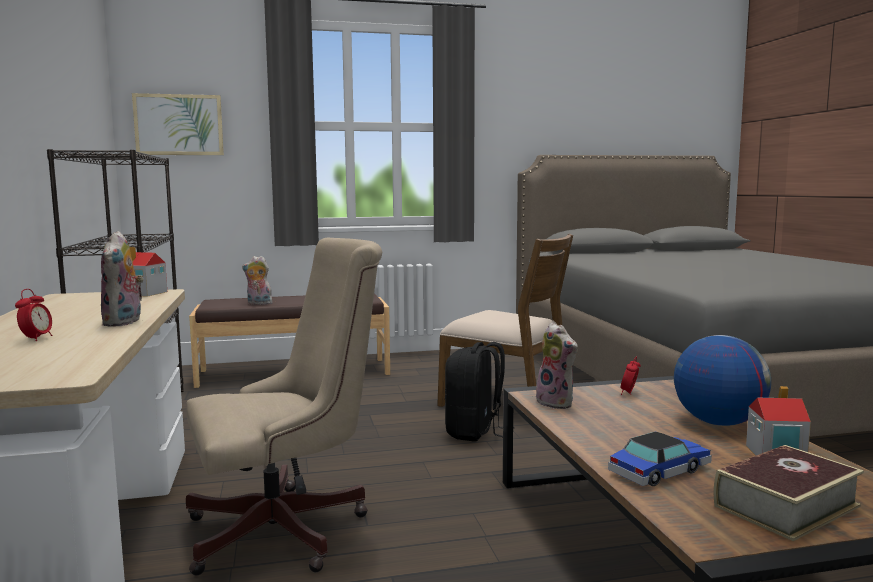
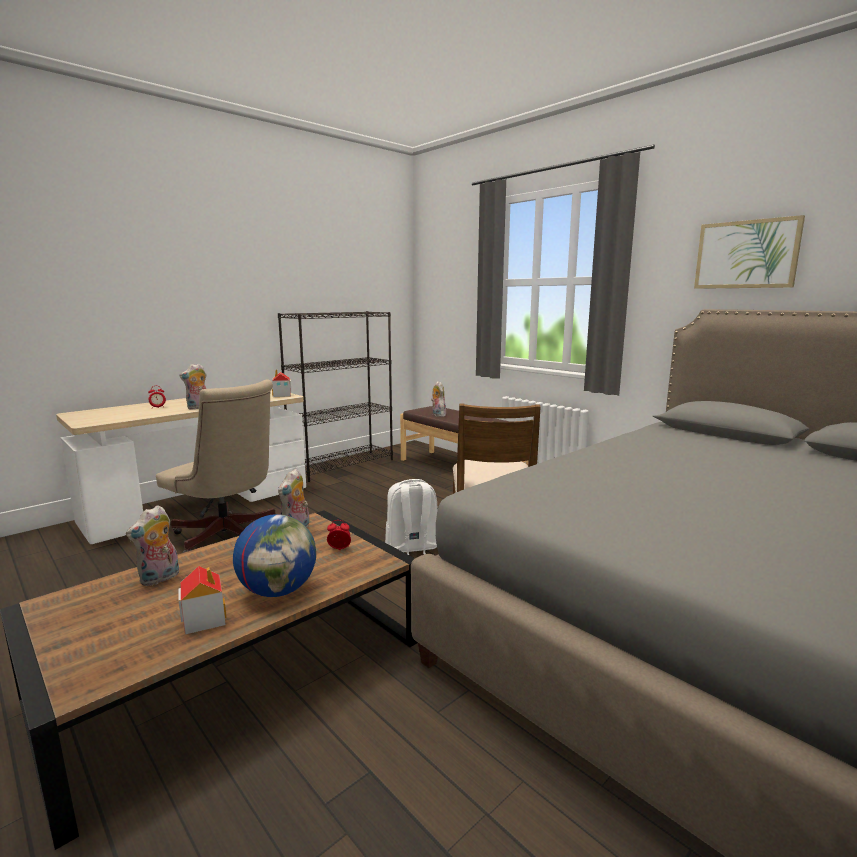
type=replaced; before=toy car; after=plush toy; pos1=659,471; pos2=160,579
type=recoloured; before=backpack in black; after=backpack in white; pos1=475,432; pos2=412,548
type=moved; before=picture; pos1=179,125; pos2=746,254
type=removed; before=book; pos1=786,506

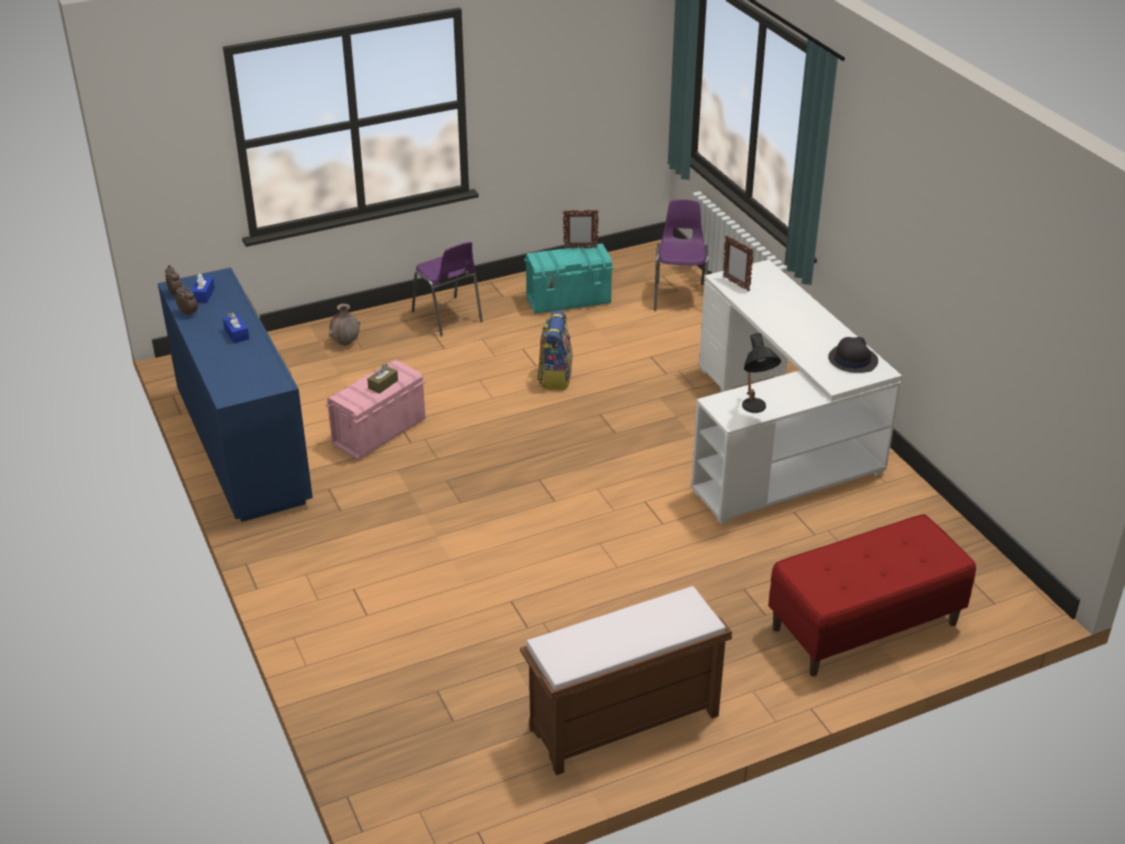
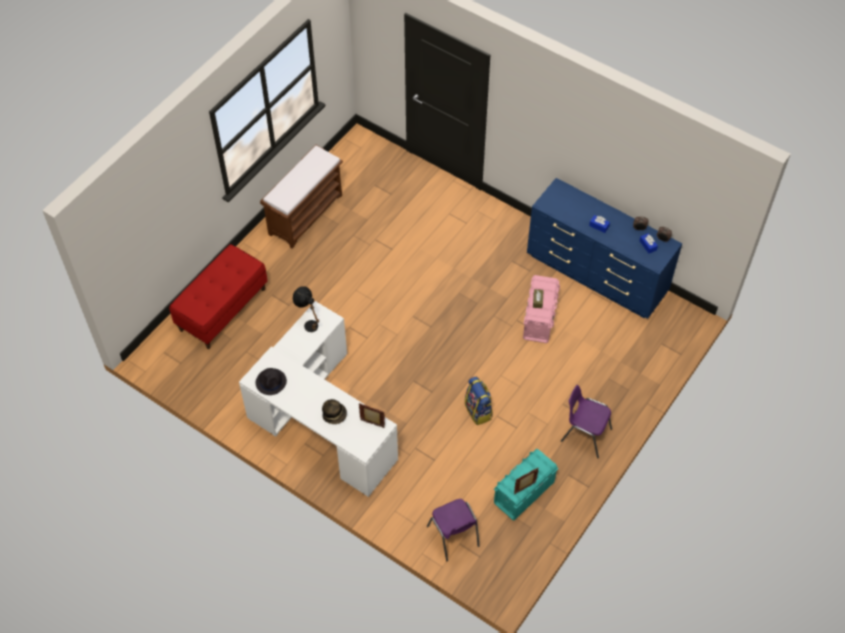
type=added; after=hat; pos2=335,415
type=removed; before=vase in brown; pos1=346,342

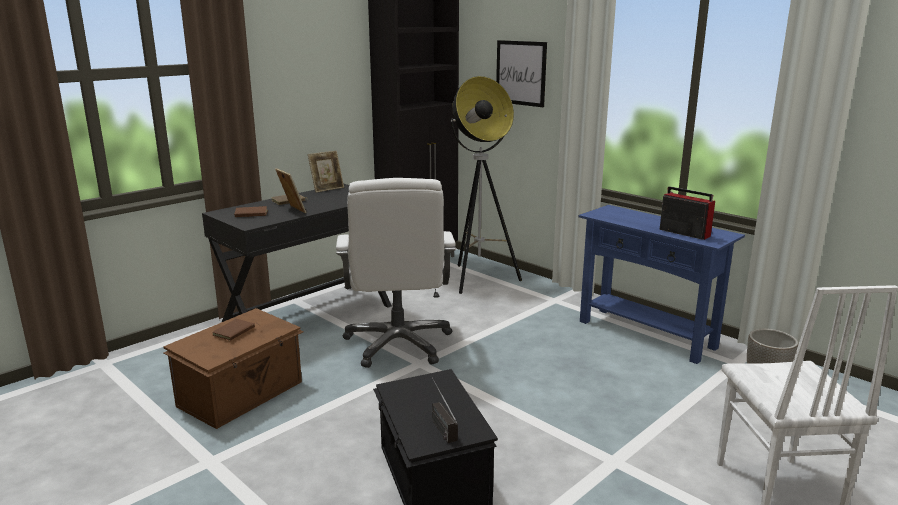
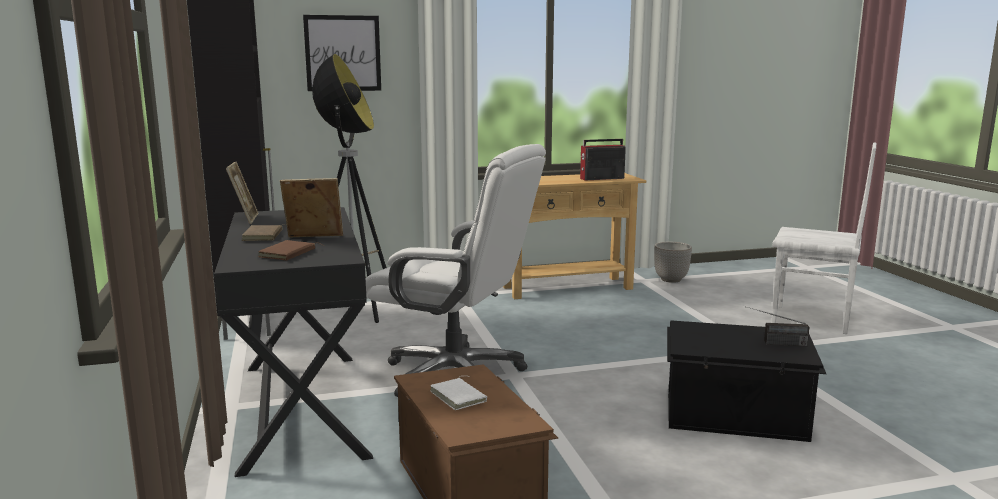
type=recoloured; before=book in brown; after=book in white; pos1=235,332; pos2=460,396
type=recoloured; before=console table in blue; after=console table in beige; pos1=646,334; pos2=567,288

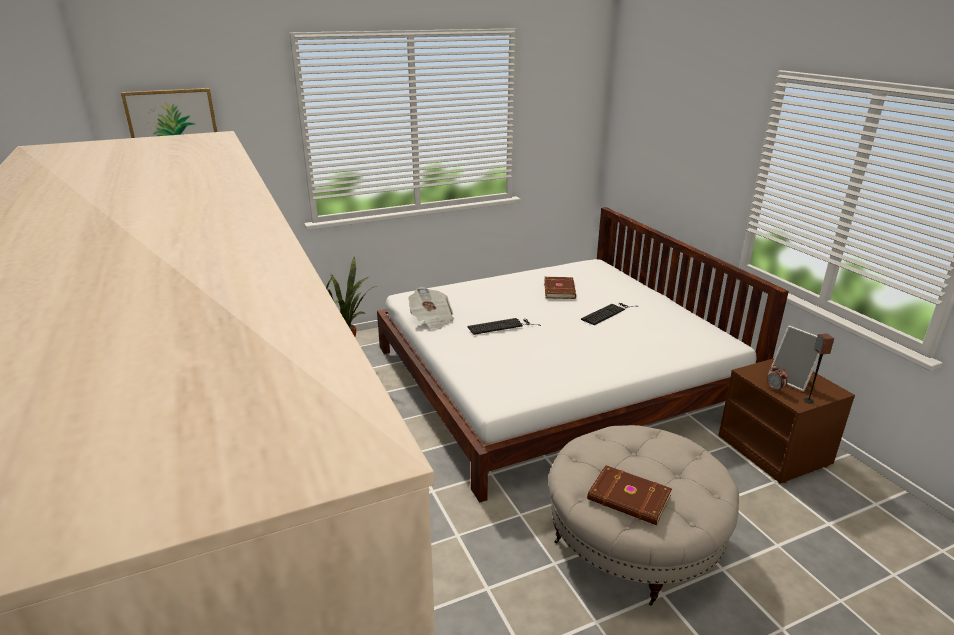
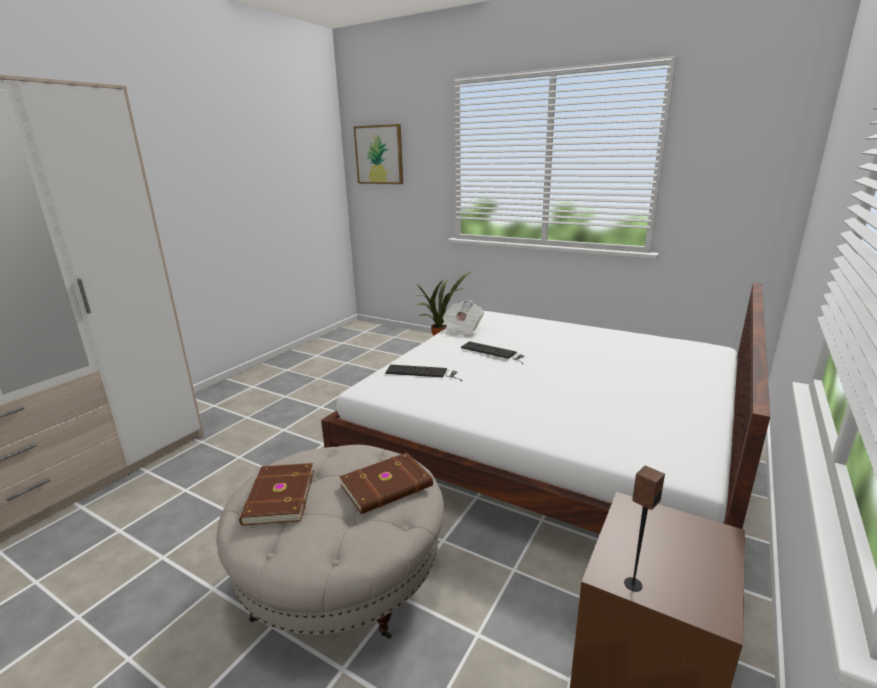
type=moved; before=book in brown; pos1=560,290; pos2=387,486
type=moved; before=keyboard; pos1=608,313; pos2=423,372
type=removed; before=alarm clock; pos1=774,388
type=removed; before=picture frame; pos1=792,380

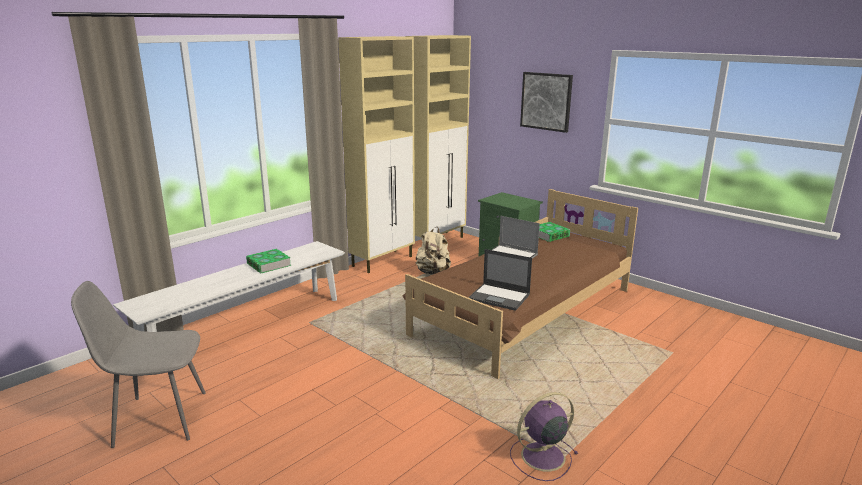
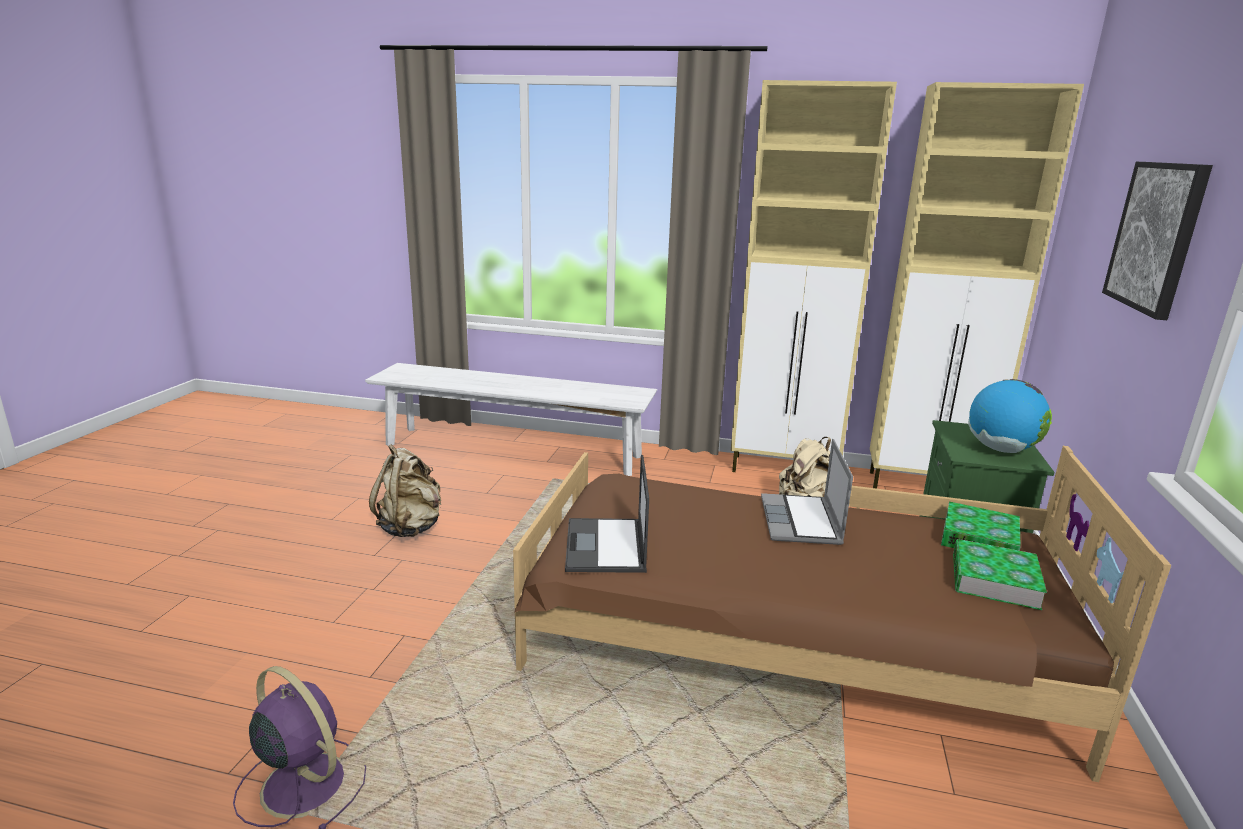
type=added; after=backpack in beige; pos2=411,527
type=moved; before=book; pos1=268,264; pos2=994,581
type=added; after=globe; pos2=1001,450
type=removed; before=chair in grey; pos1=158,418

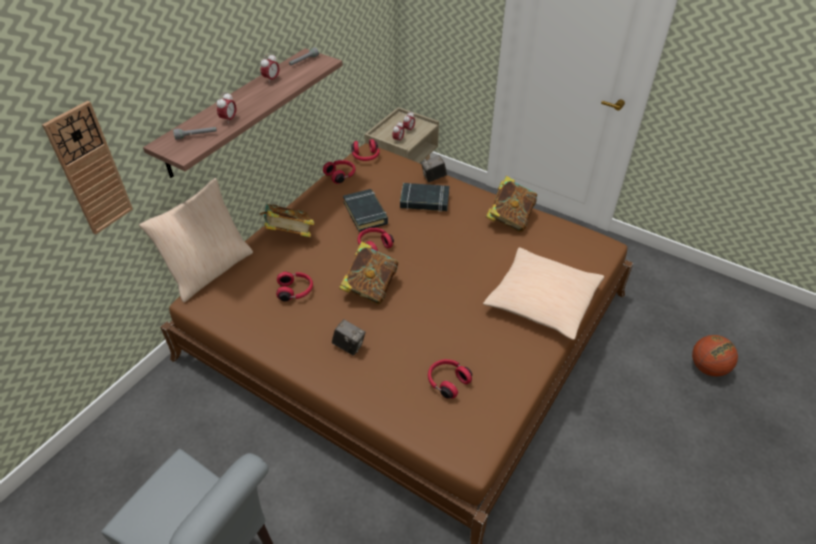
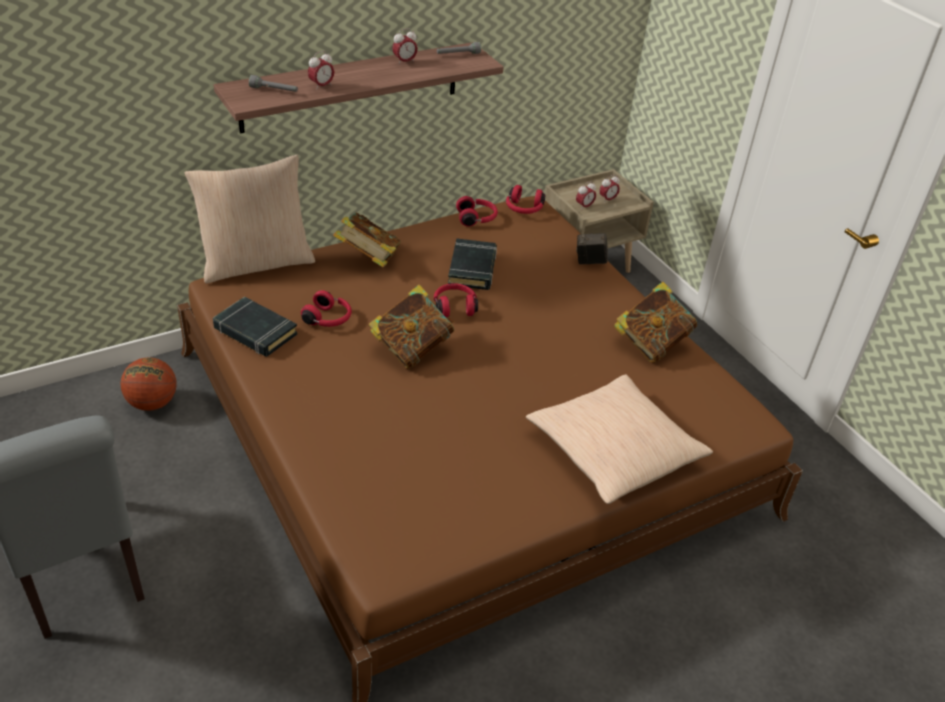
type=moved; before=basketball; pos1=707,367; pos2=152,403
type=moved; before=book in black; pos1=424,200; pos2=255,332
type=removed; before=wall clock; pos1=90,170
type=removed; before=photo camera; pos1=349,346
type=removed; before=headphones in red; pos1=447,381

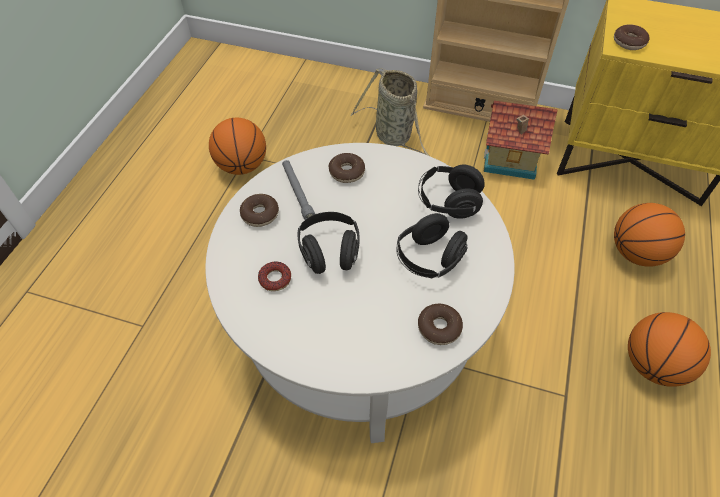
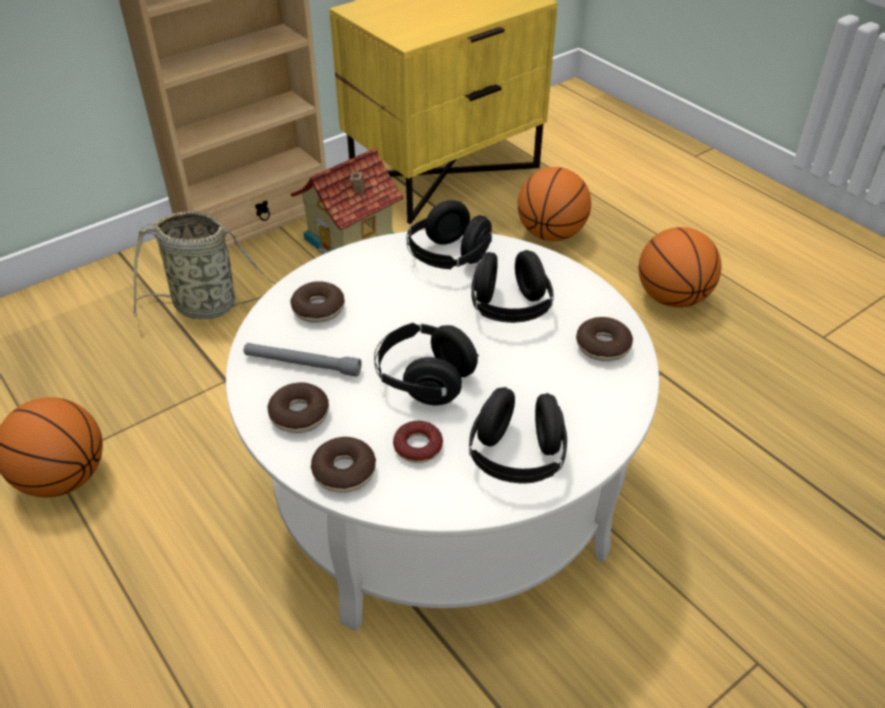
type=moved; before=donut; pos1=629,42; pos2=344,471
type=added; after=headphones in black; pos2=517,458

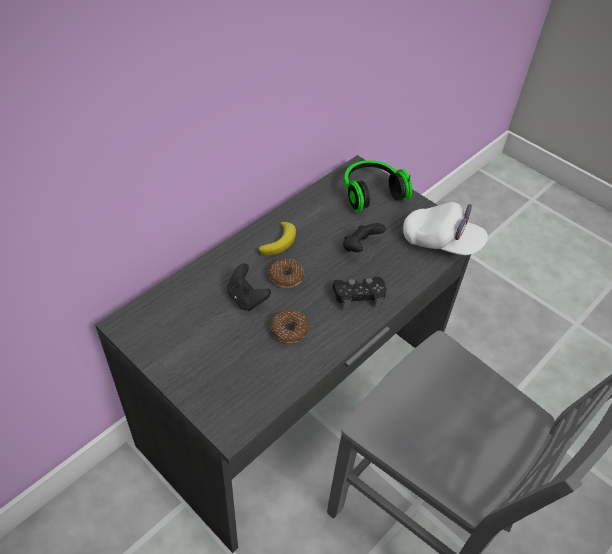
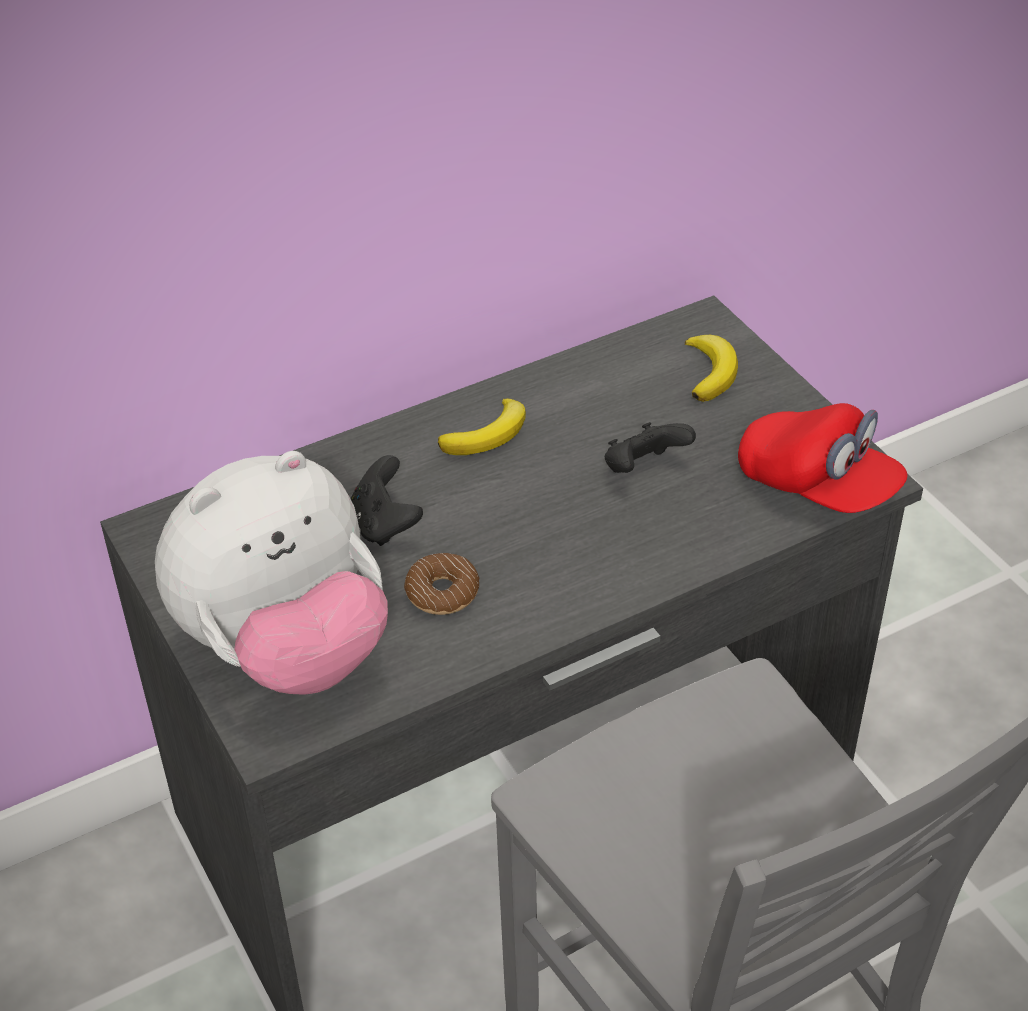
type=added; after=plush toy; pos2=286,649
type=replaced; before=headphones; after=banana; pos1=371,193; pos2=710,372
type=recoloured; before=cap in white; after=cap in red; pos1=441,242; pos2=817,485
type=removed; before=donut; pos1=286,277
type=removed; before=game controller in black; pos1=359,296

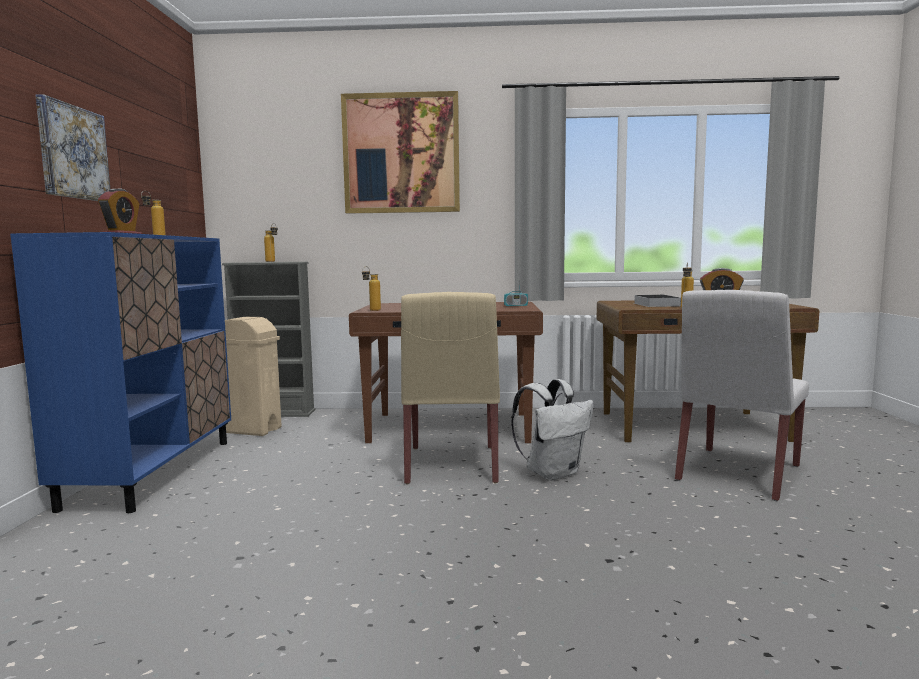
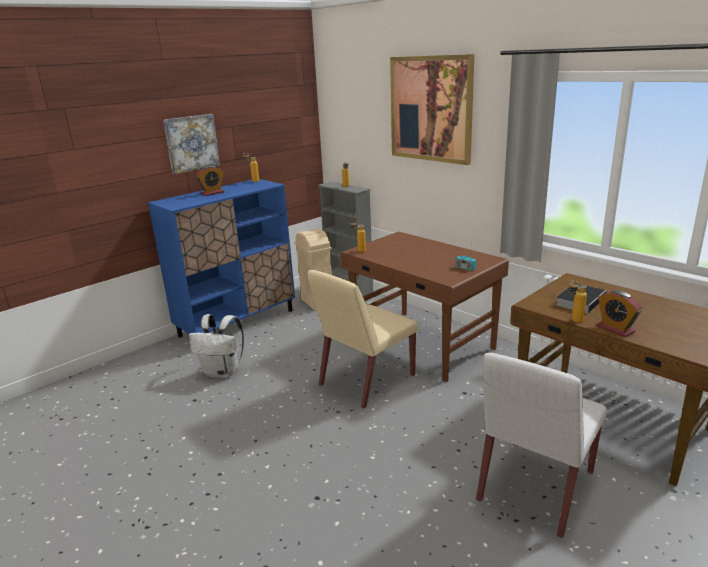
type=moved; before=backpack in white; pos1=553,473; pos2=223,372
type=turned; before=chair in white; pos1=738,473; pos2=535,487; turn=-45

